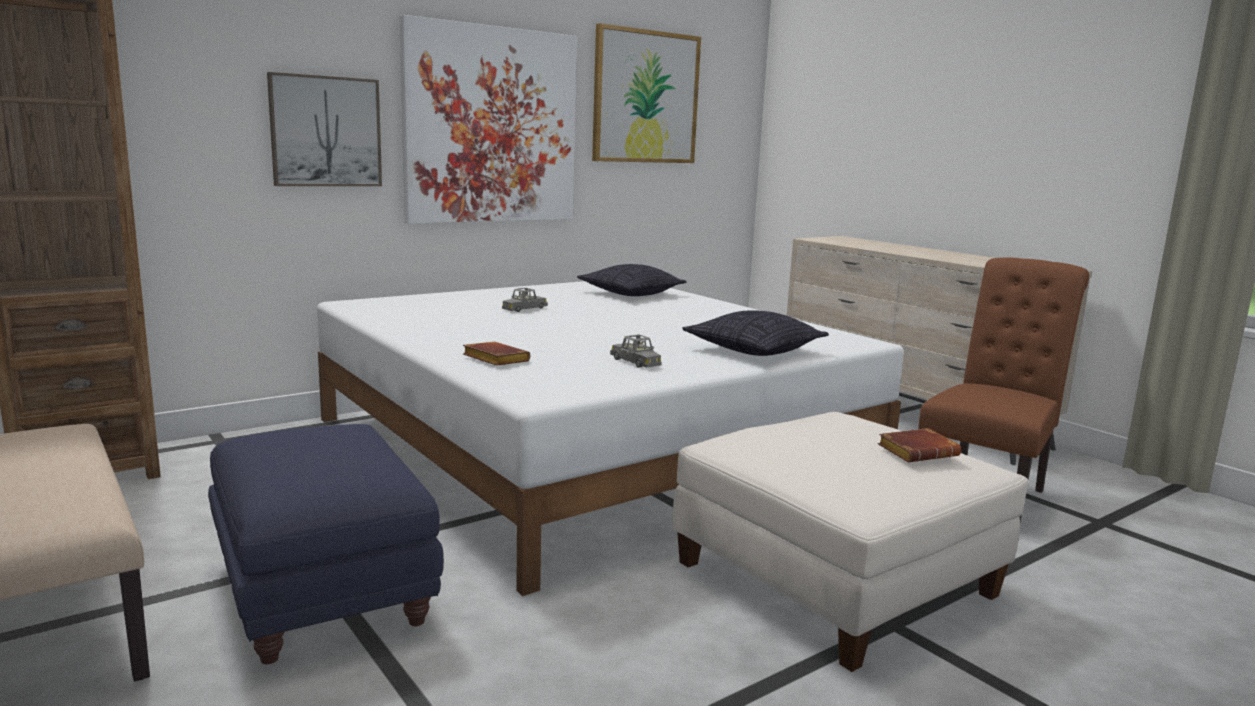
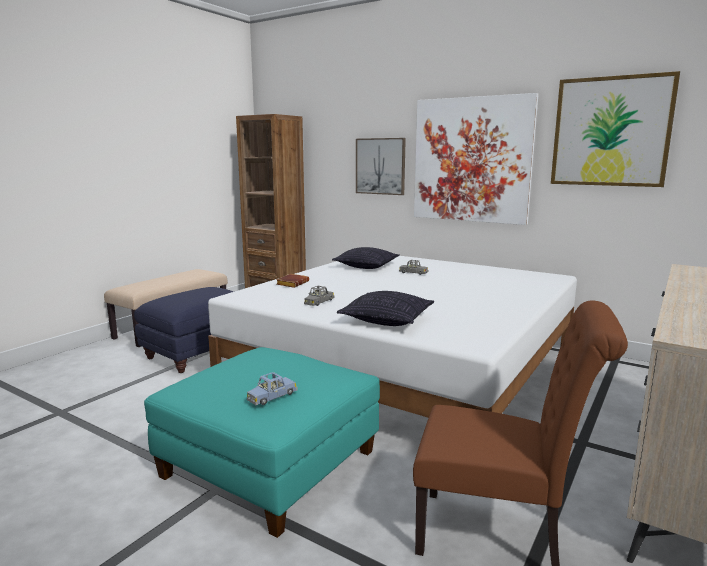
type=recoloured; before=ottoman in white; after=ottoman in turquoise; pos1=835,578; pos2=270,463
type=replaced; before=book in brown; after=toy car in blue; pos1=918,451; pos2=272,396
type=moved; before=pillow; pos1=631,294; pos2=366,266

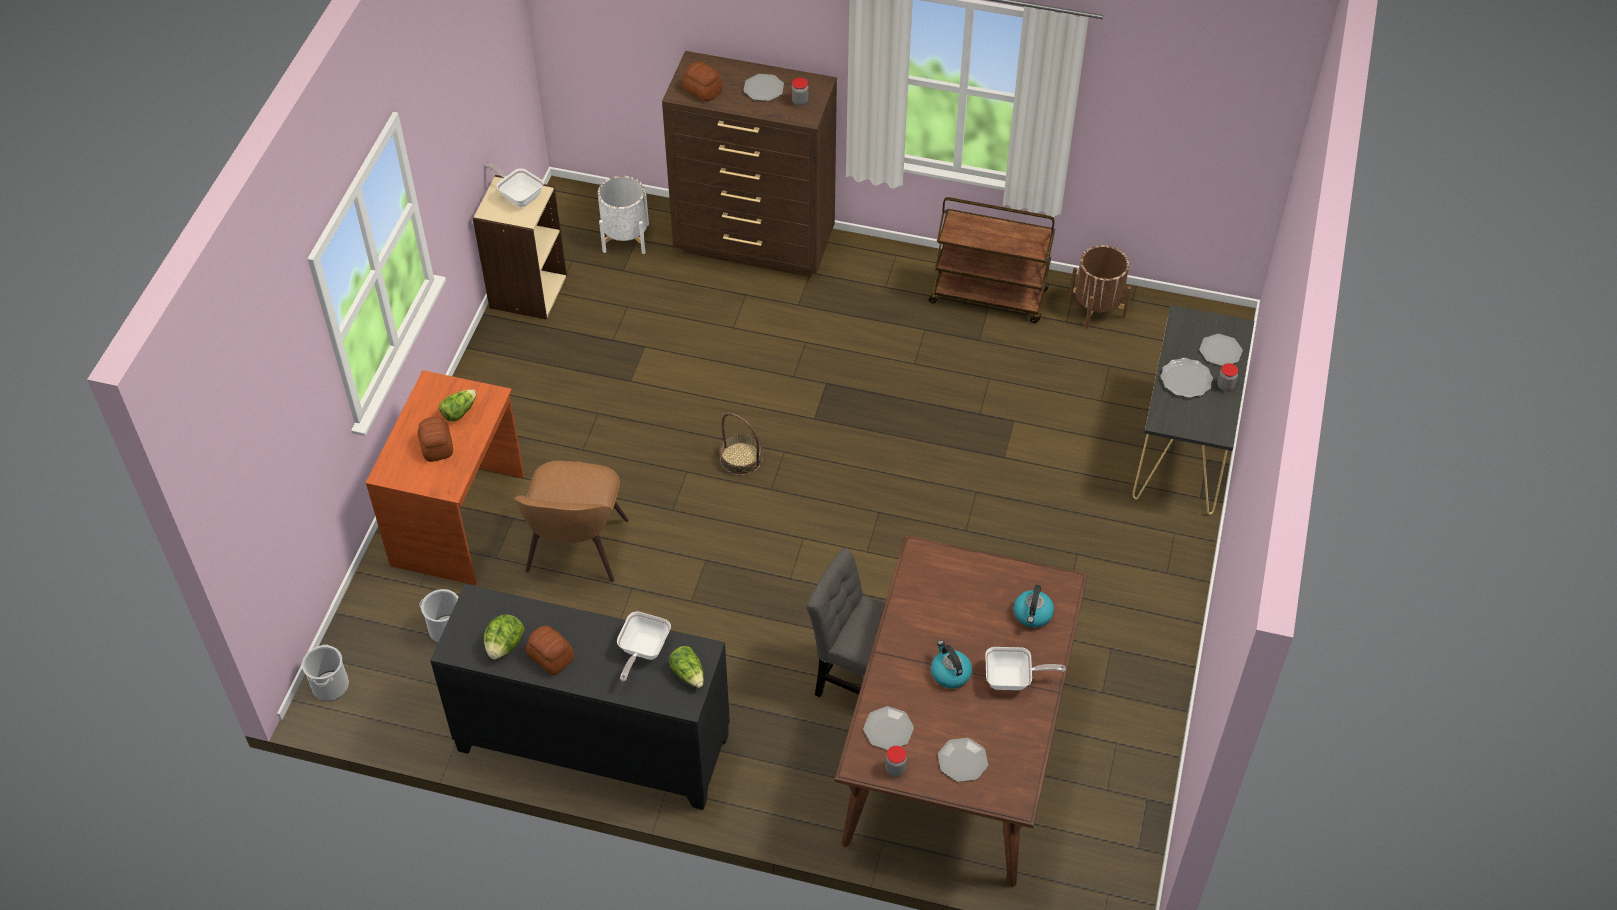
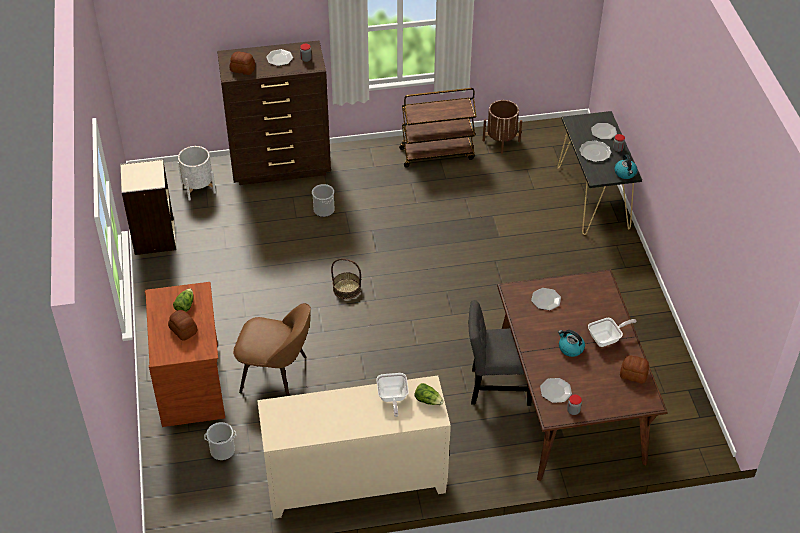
type=turned; before=chair in brown; pos1=576,549; pos2=276,375; turn=-60
type=recoloured; before=cabinet in black; after=cabinet in beige; pos1=592,744; pos2=355,482
type=moved; before=bucket; pos1=330,685; pos2=324,210
type=moved; before=plate; pos1=962,760; pos2=546,299
type=moved; before=kettle; pos1=1033,614; pos2=625,173
type=moved; before=bread; pos1=550,657; pos2=633,375
type=removed; before=lettuce; pos1=504,645
type=removed; before=frying pan; pos1=518,196

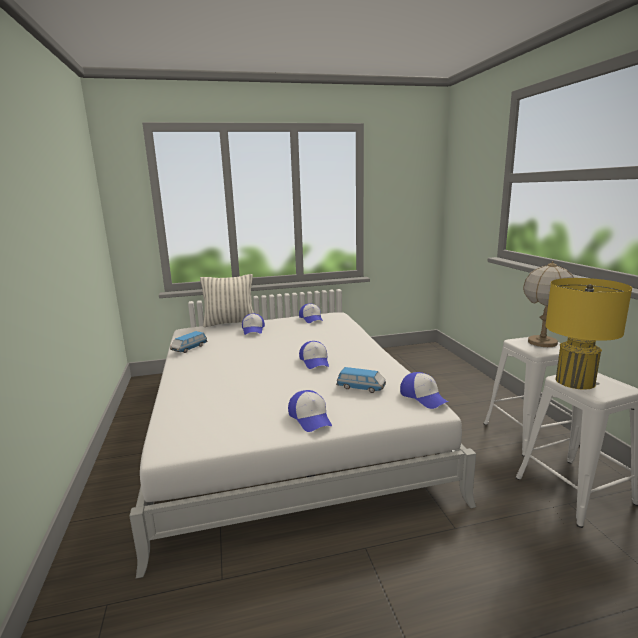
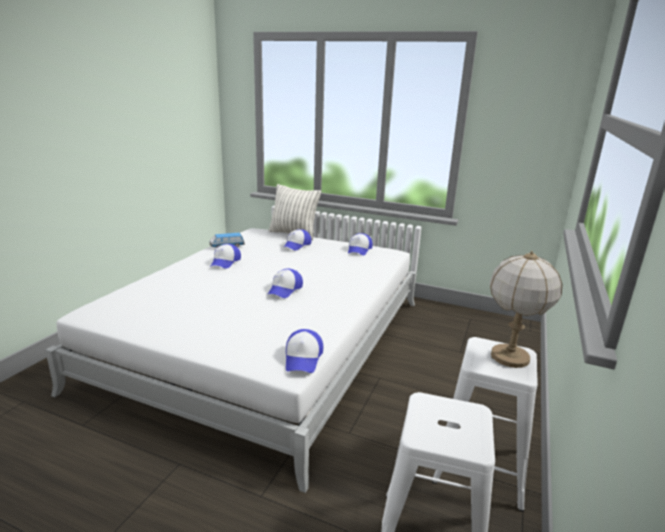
type=moved; before=cap; pos1=310,418; pos2=225,262
type=removed; before=toy car; pos1=361,387
type=removed; before=table lamp in yellow; pos1=575,381

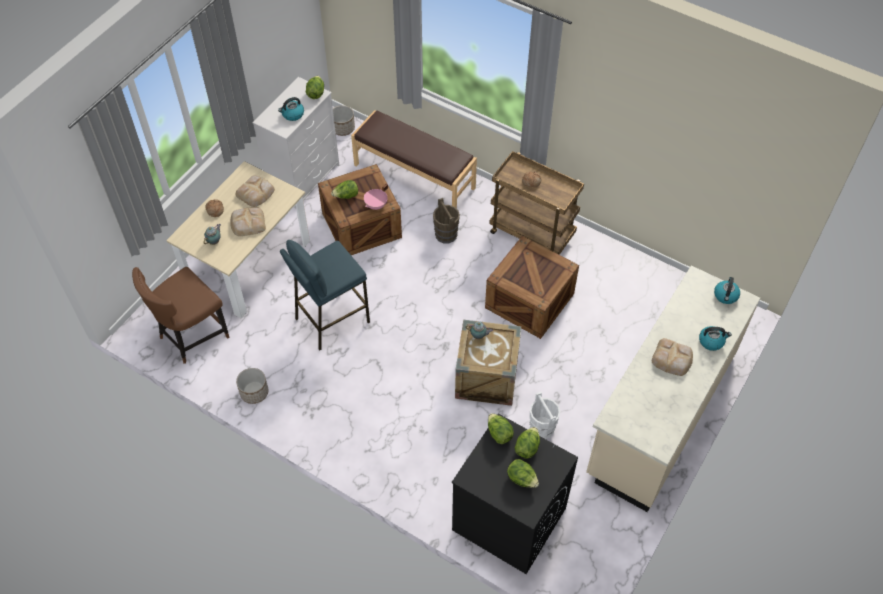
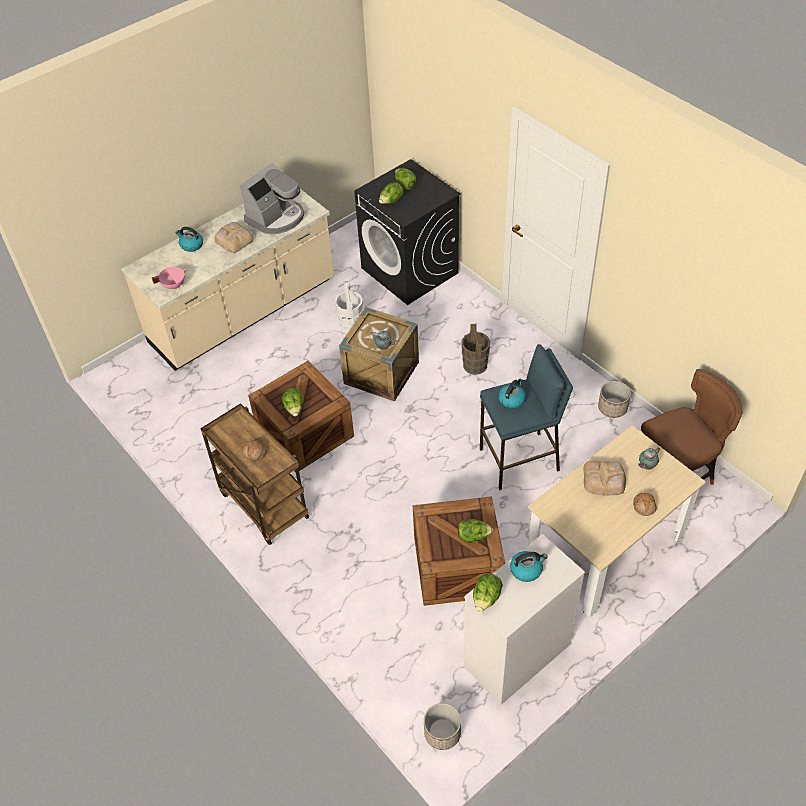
type=moved; before=cooking pot in pink; pos1=376,205; pos2=173,285
type=added; after=coffee machine; pos2=276,217
type=moved; before=lettuce; pos1=499,433; pos2=294,409
type=moved; before=bucket in brown; pos1=446,234; pos2=475,365
type=moved; before=kettle; pos1=726,296; pos2=512,399
type=removed; before=bread; pos1=256,192
type=removed; before=bench in brown; pos1=414,176

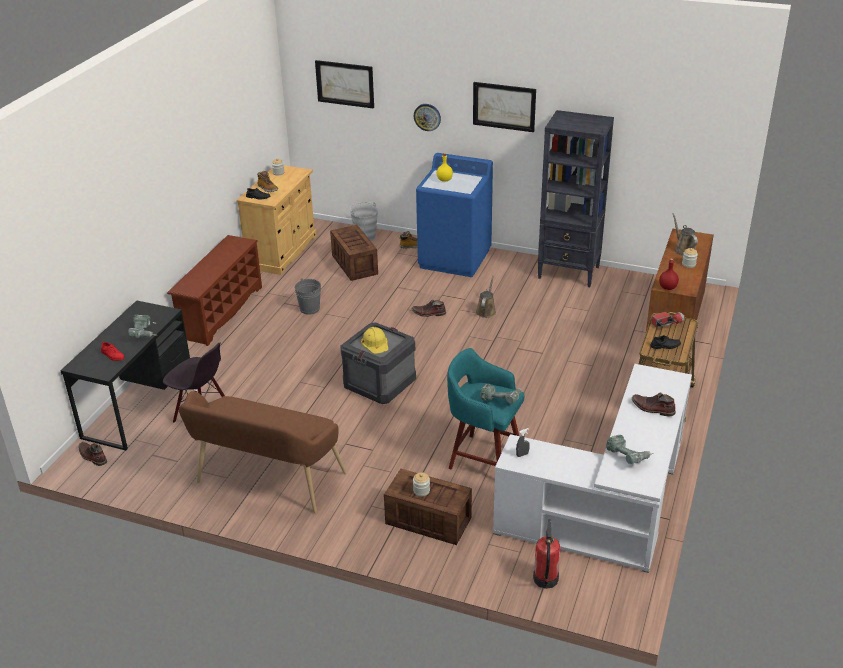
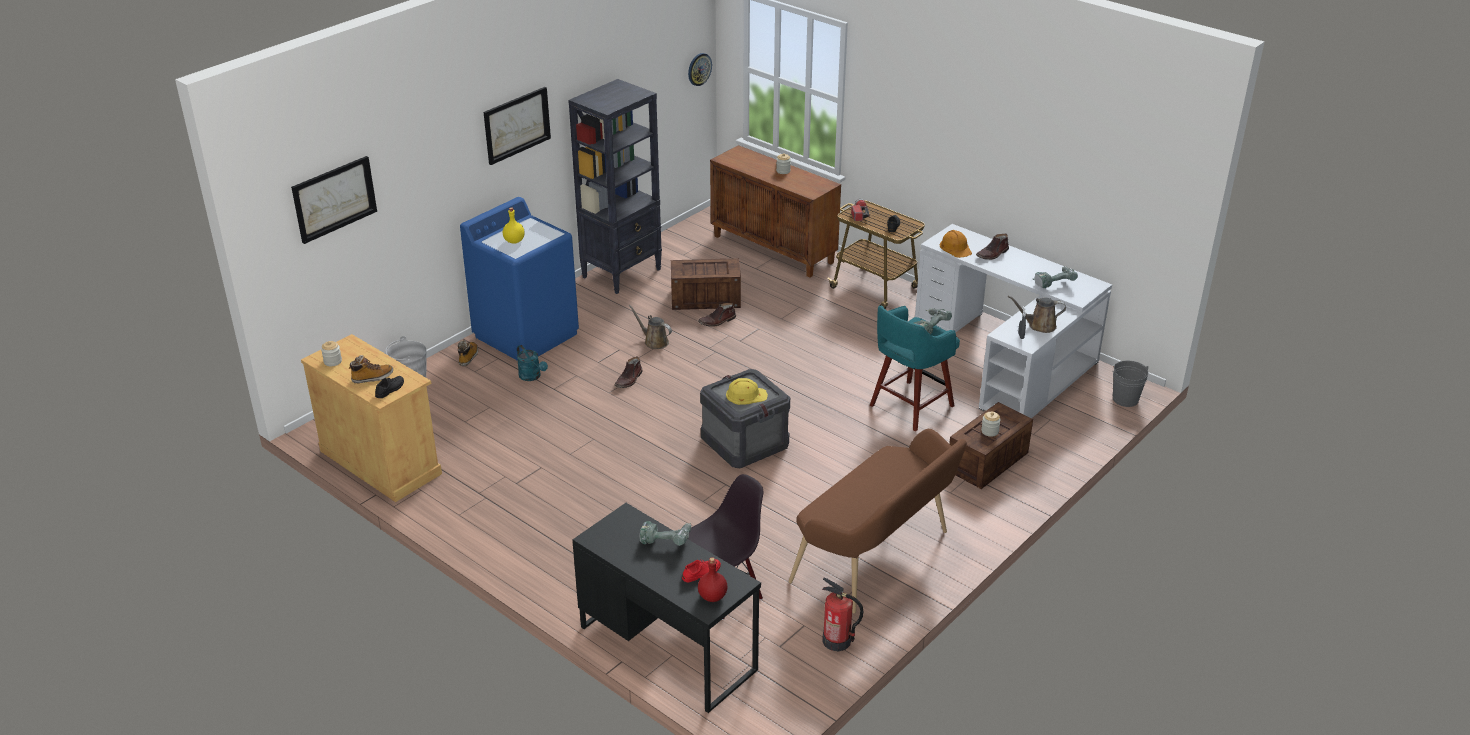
type=added; after=watering can in turquoise; pos2=532,377
type=moved; before=crate; pos1=355,265; pos2=706,299
type=moved; before=wall clock; pos1=427,117; pos2=699,69
type=moved; before=boot in brown; pos1=92,456; pos2=717,321
type=moved; before=bottle in red; pos1=667,287; pos2=712,597
type=moved; before=fire extinguisher; pos1=545,579; pos2=837,641
type=added; after=hard hat in orange; pos2=955,247
type=moved; before=watering can in brown; pos1=683,249; pos2=1039,326
type=moved; before=bucket in grey; pos1=309,309; pos2=1125,399
type=removed; before=shoe rack in brown; pos1=221,312

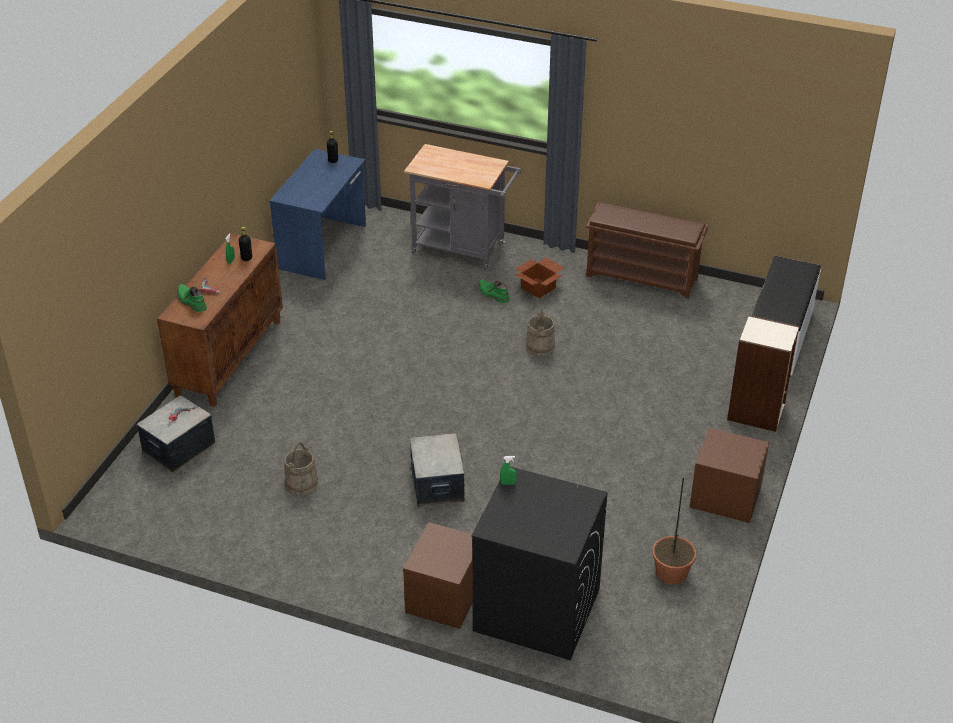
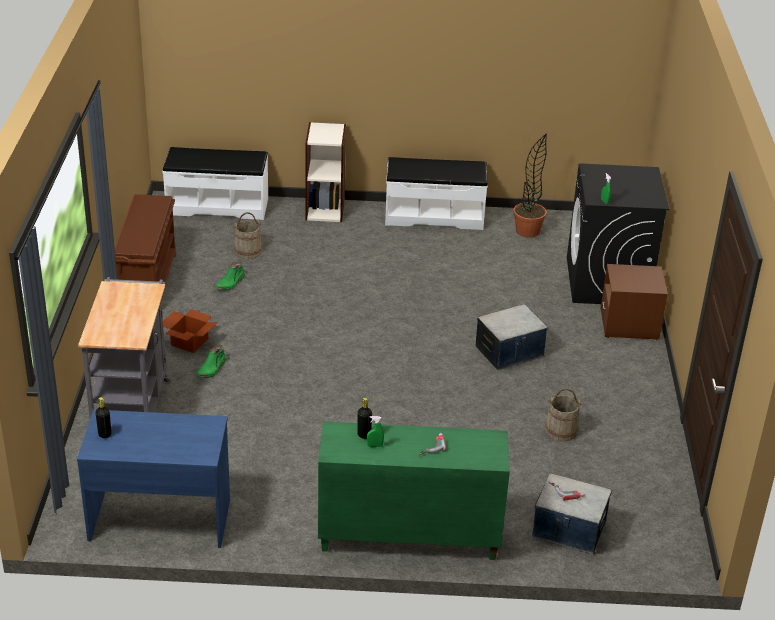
type=moved; before=boot in green; pos1=191,301; pos2=230,283
type=moved; before=bucket in beige; pos1=540,346; pos2=247,251
type=recoloured; before=cabinet in brown; after=cabinet in green; pos1=229,357; pos2=408,537
type=replaced; before=nightstand in brown; after=bench in white; pos1=725,498; pos2=434,216

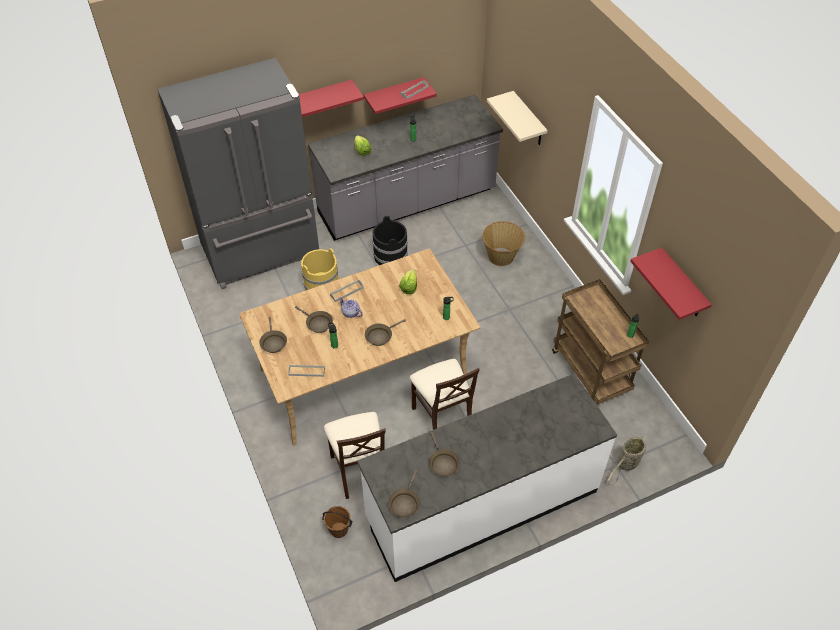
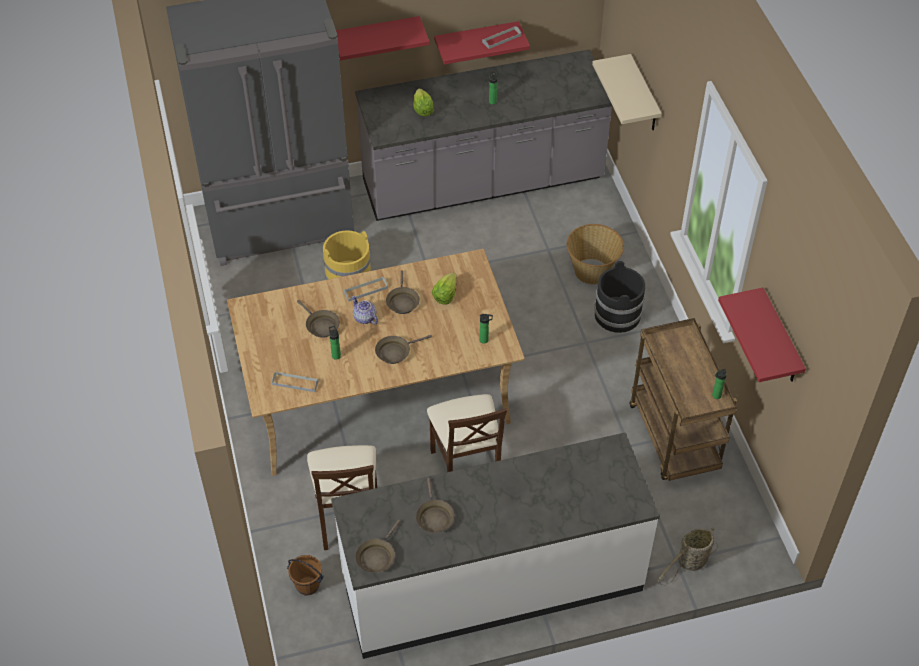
type=moved; before=frying pan in brown; pos1=273,342; pos2=402,301
type=moved; before=bucket in black; pos1=390,255; pos2=617,314

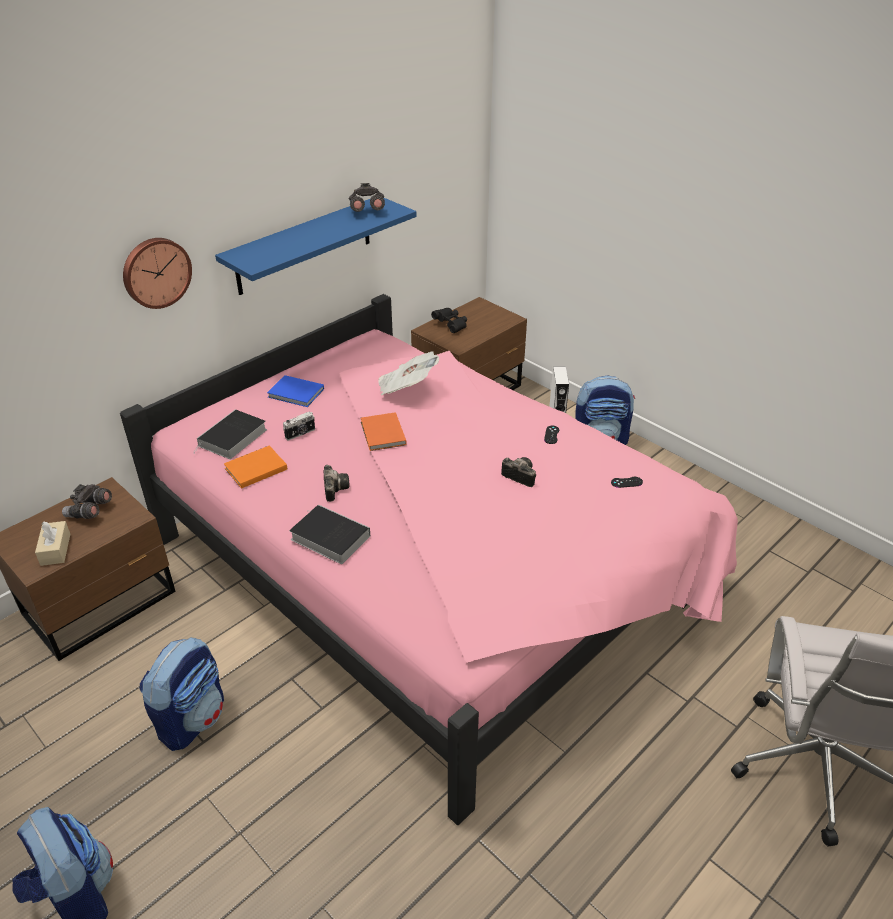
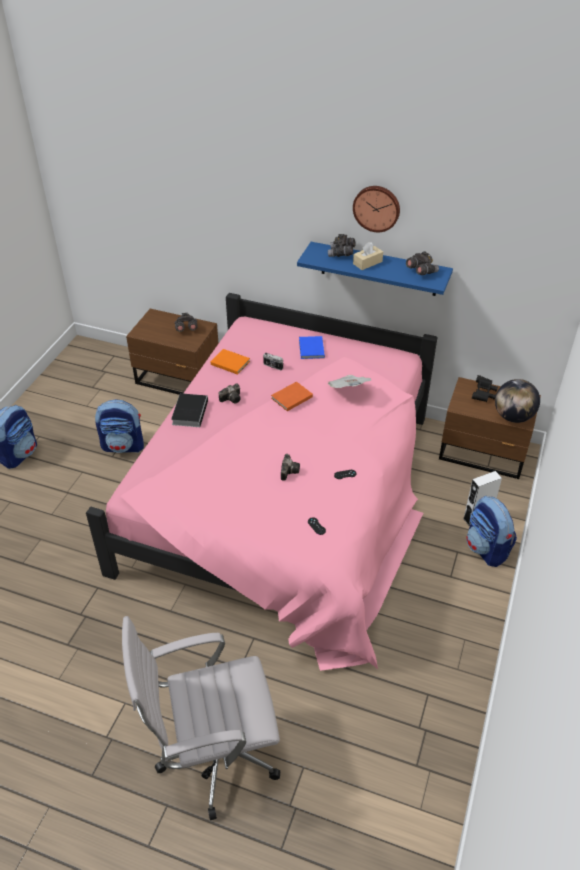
type=added; after=binoculars in grey; pos2=341,254
type=moved; before=wall clock; pos1=156,272; pos2=377,208
type=moved; before=tissue box in beige; pos1=55,549; pos2=367,263
type=added; after=globe; pos2=513,417
type=removed; before=book; pos1=232,439

